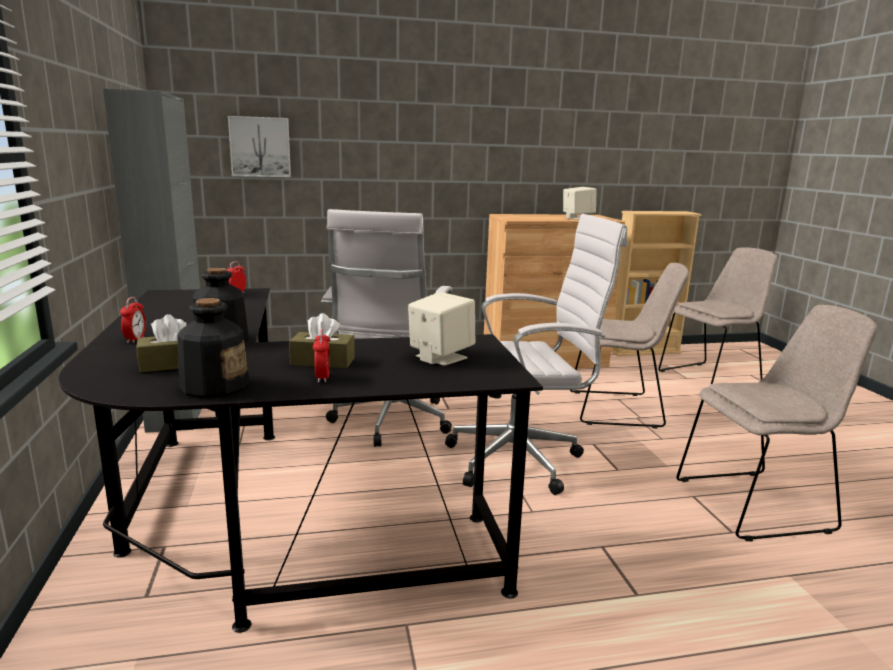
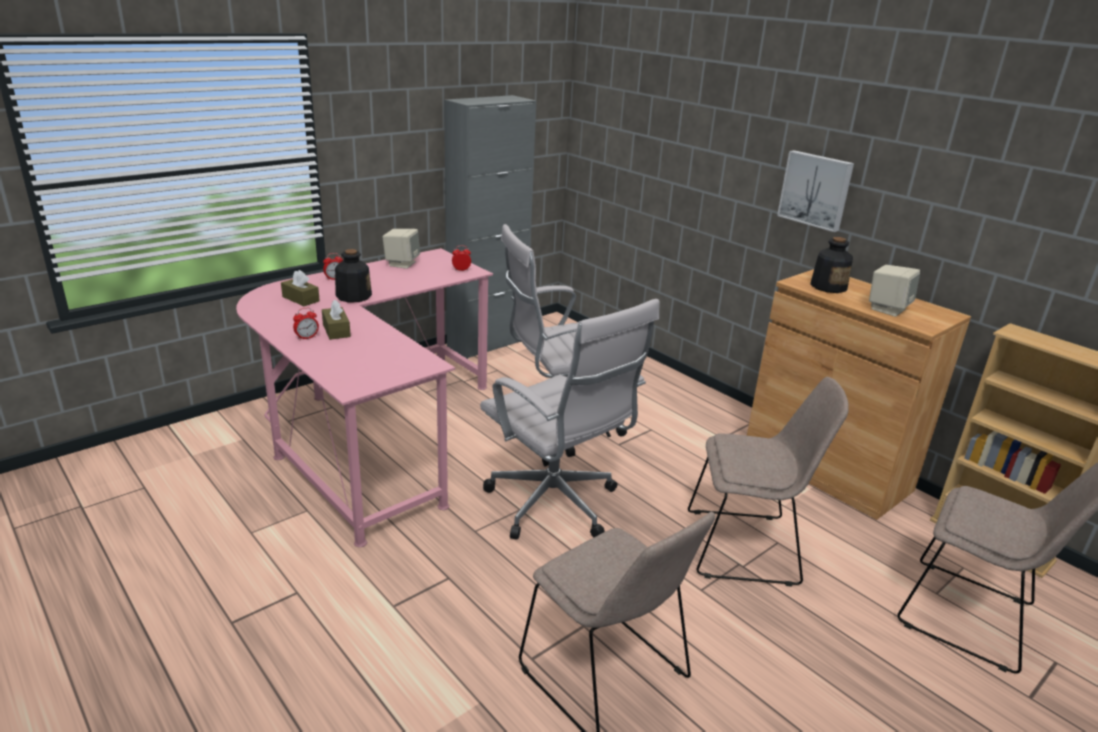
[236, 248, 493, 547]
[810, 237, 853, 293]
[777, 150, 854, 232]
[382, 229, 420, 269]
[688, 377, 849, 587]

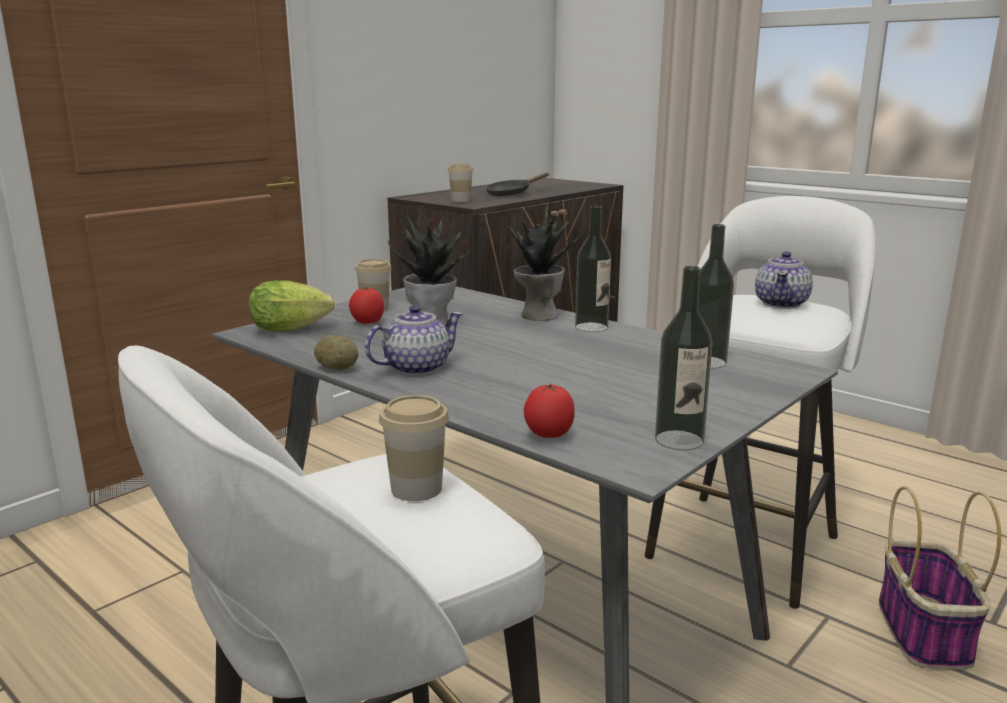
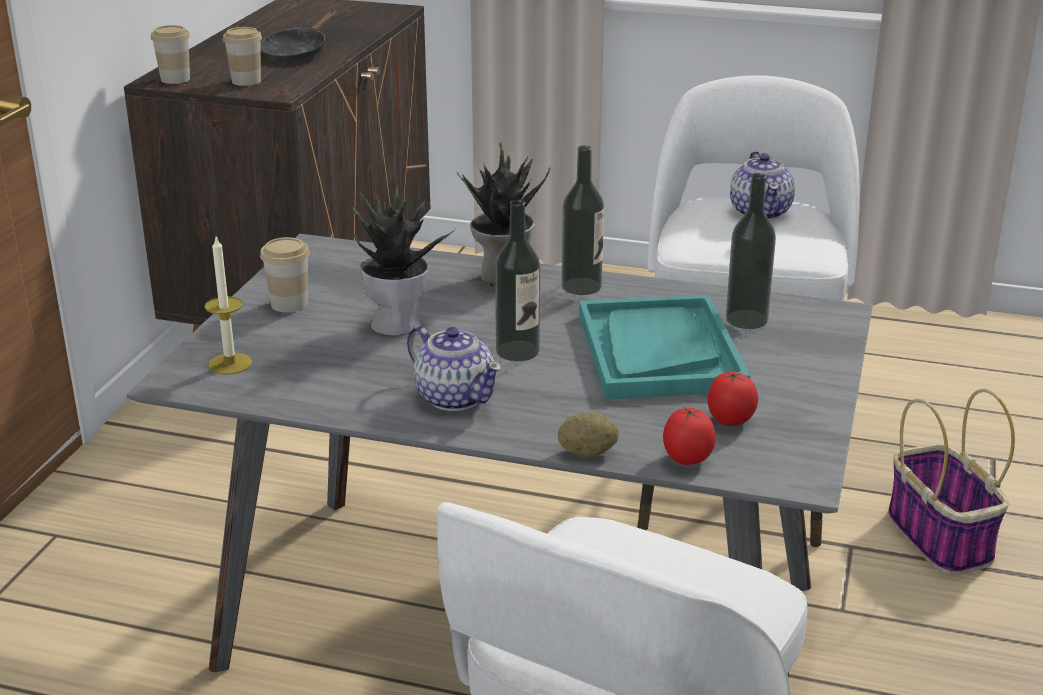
[205, 237, 252, 375]
[558, 412, 619, 457]
[708, 371, 758, 426]
[407, 325, 502, 411]
[151, 25, 190, 84]
[495, 200, 540, 361]
[579, 295, 750, 400]

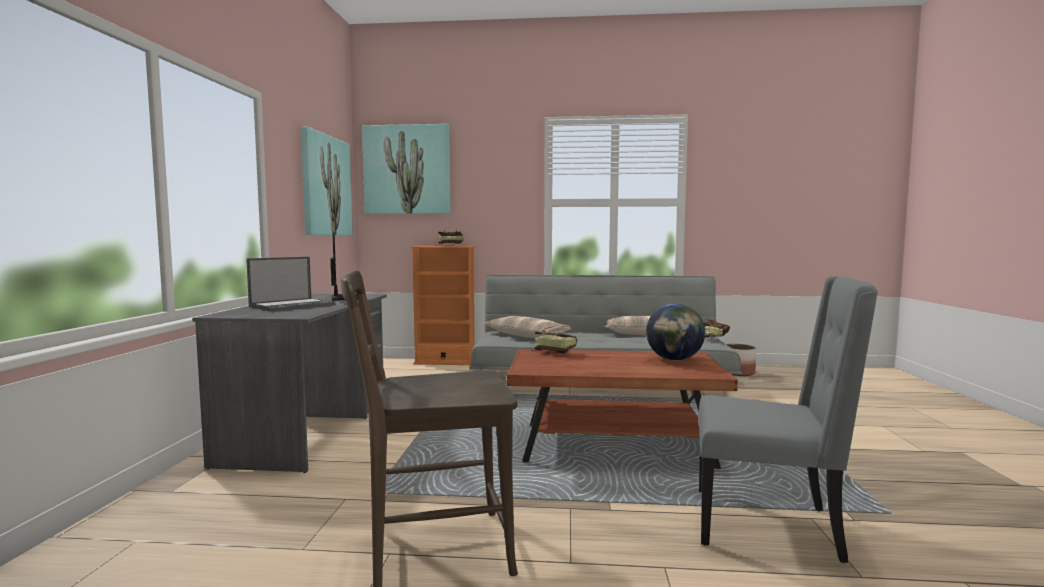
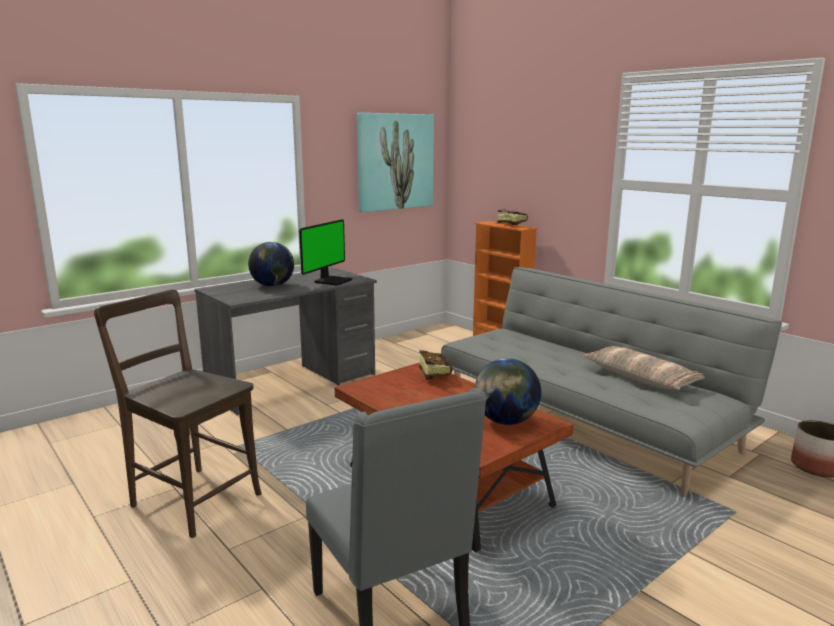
[248, 242, 294, 287]
[362, 124, 451, 214] (first image)
[483, 316, 571, 338] (first image)
[704, 319, 730, 338] (first image)

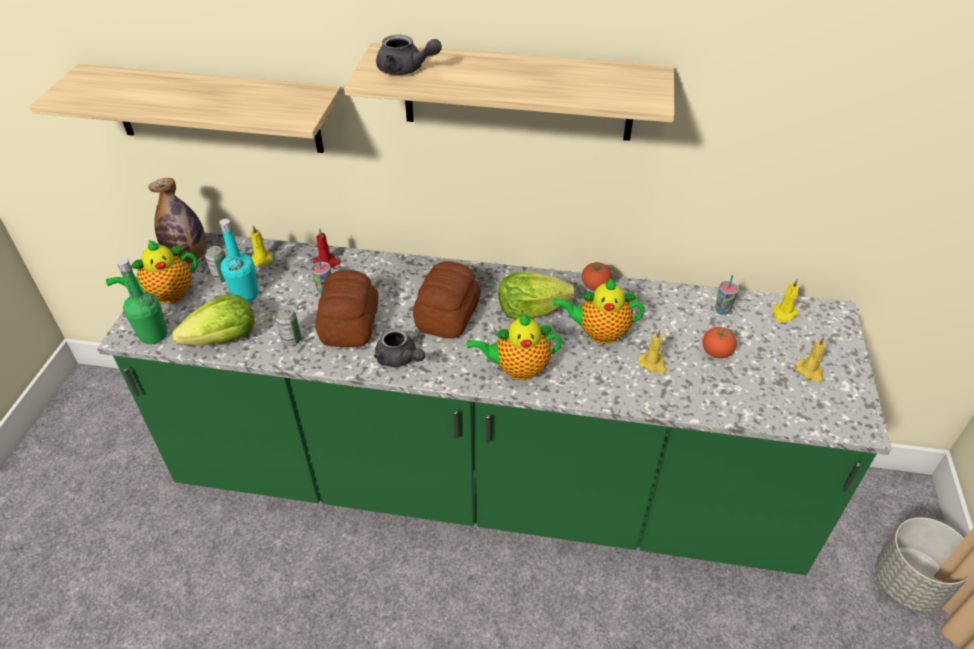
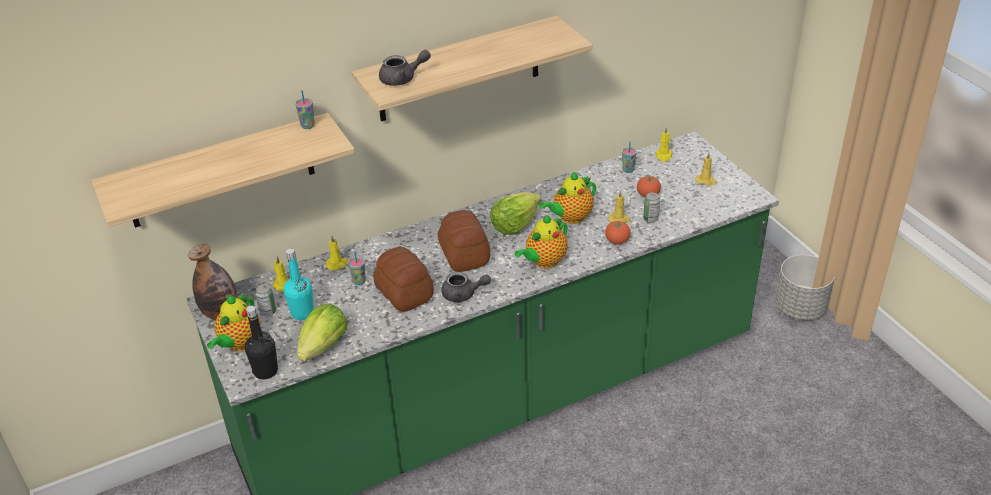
[245, 306, 278, 380]
[643, 192, 660, 223]
[326, 236, 348, 270]
[605, 221, 631, 245]
[295, 90, 315, 129]

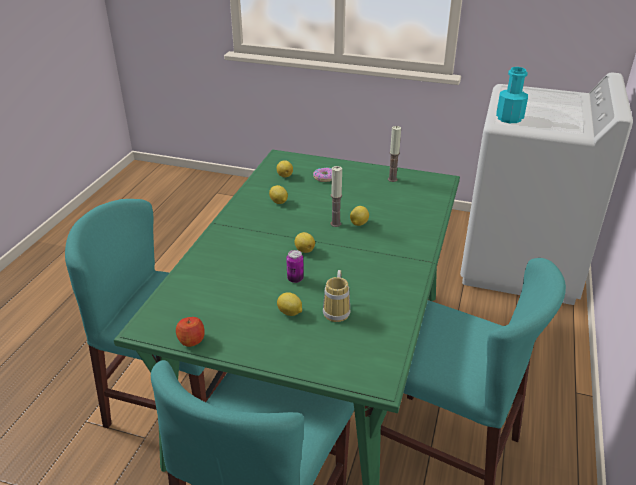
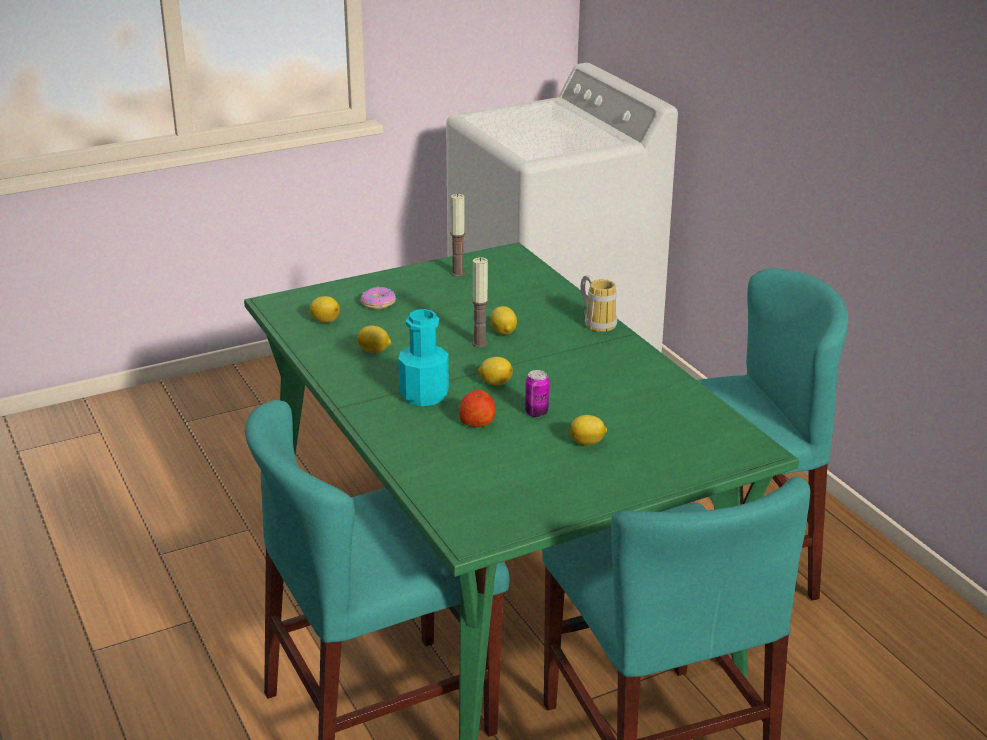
[459, 390, 496, 427]
[580, 275, 617, 332]
[398, 309, 449, 406]

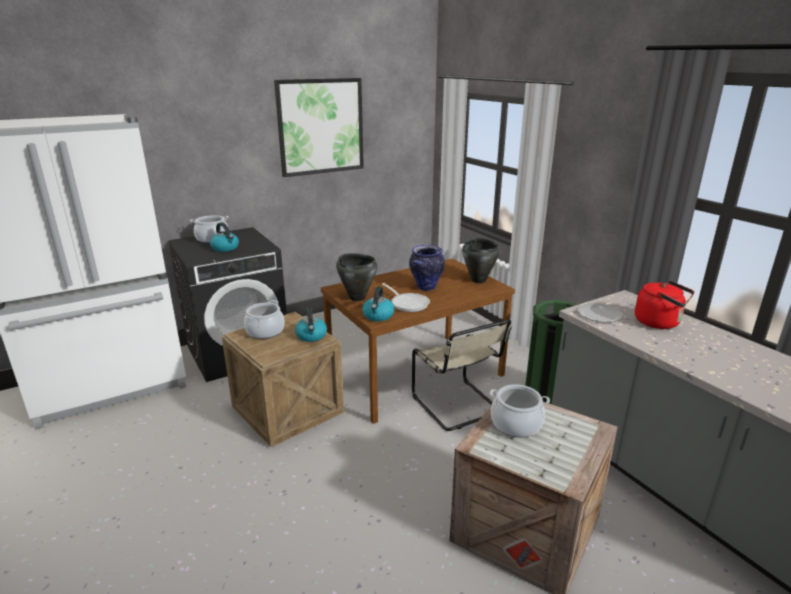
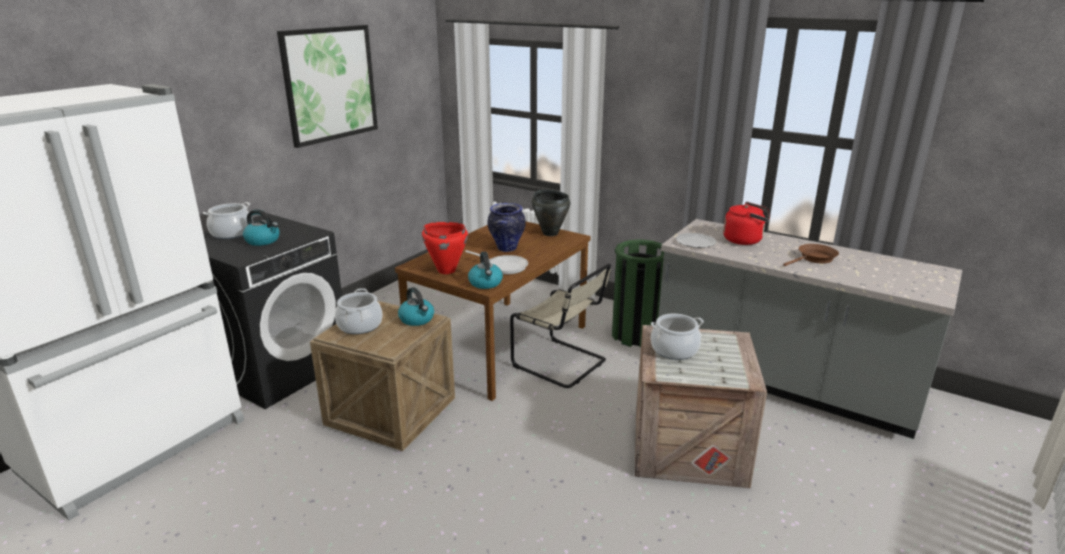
[422, 222, 468, 274]
[783, 244, 839, 266]

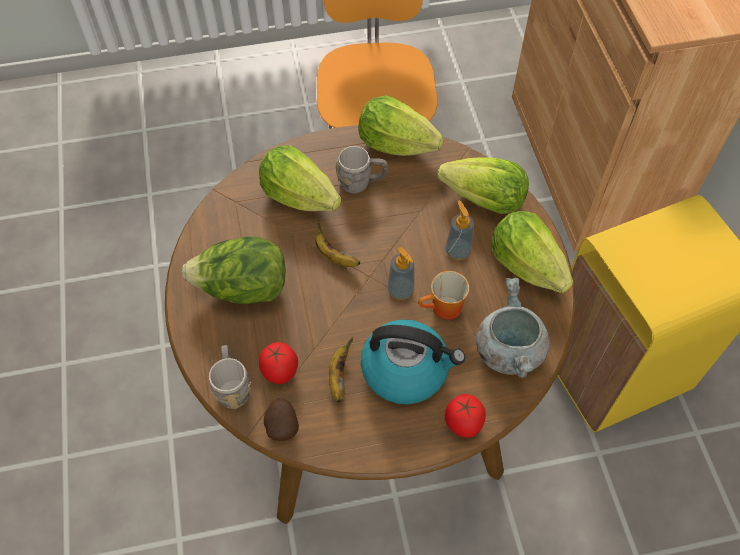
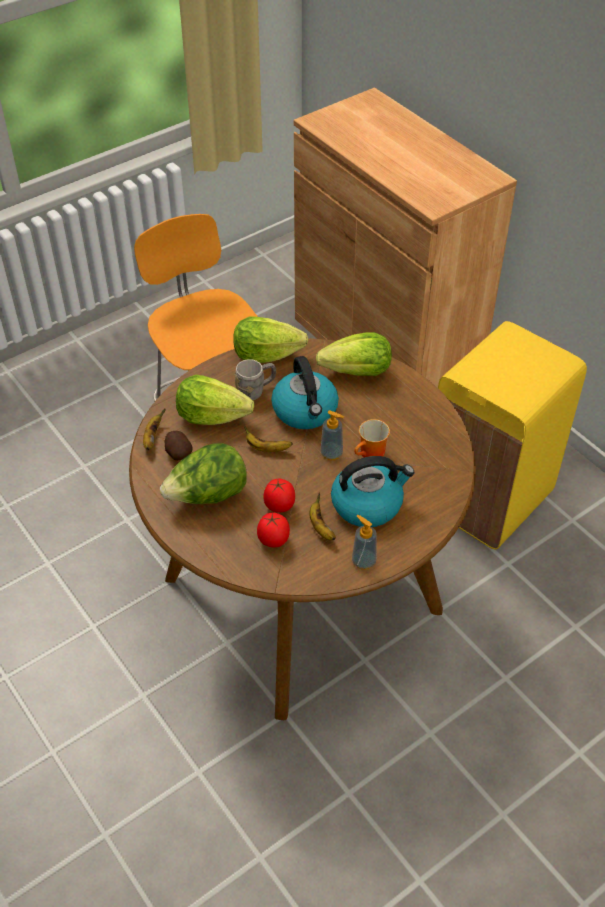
[209, 345, 251, 409] (first image)
[164, 431, 192, 460]
[263, 479, 295, 513]
[352, 515, 377, 570]
[476, 278, 550, 378] (first image)
[491, 211, 573, 293] (first image)
[143, 408, 166, 450]
[271, 356, 339, 429]

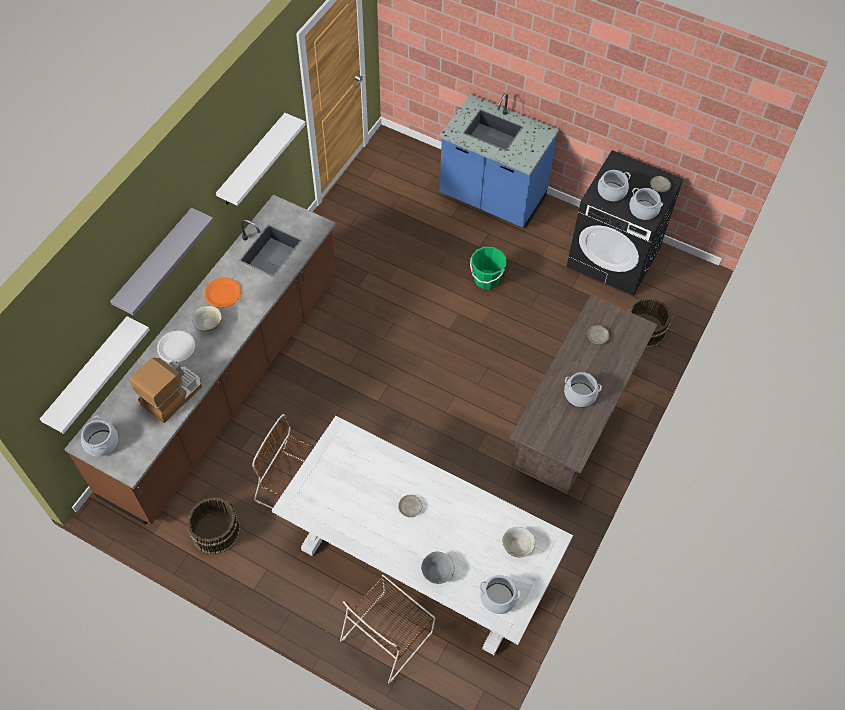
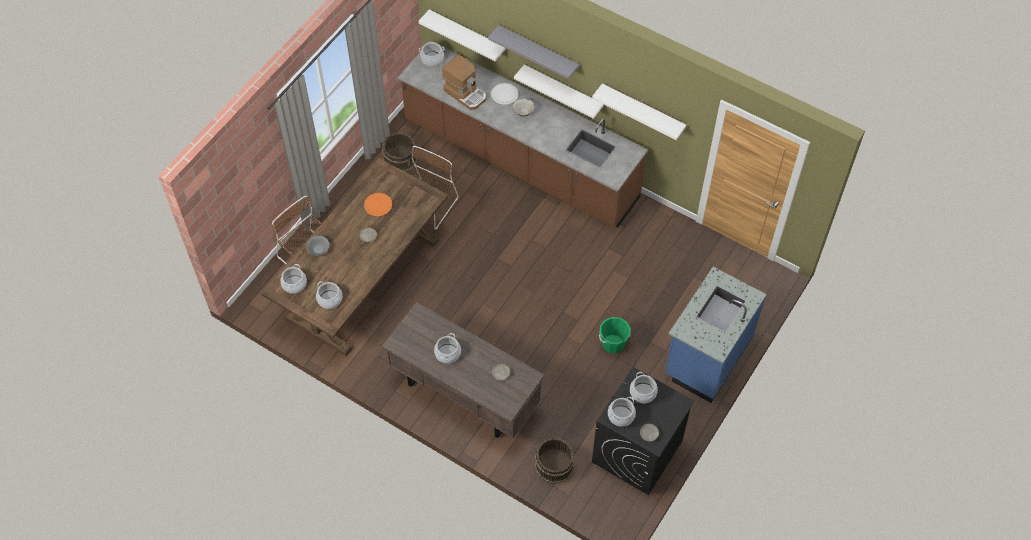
[364, 193, 392, 216]
[262, 158, 448, 356]
[316, 281, 342, 309]
[514, 65, 604, 119]

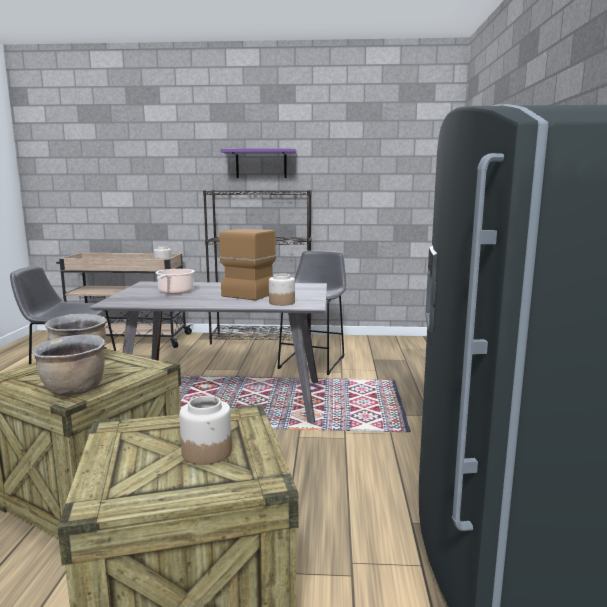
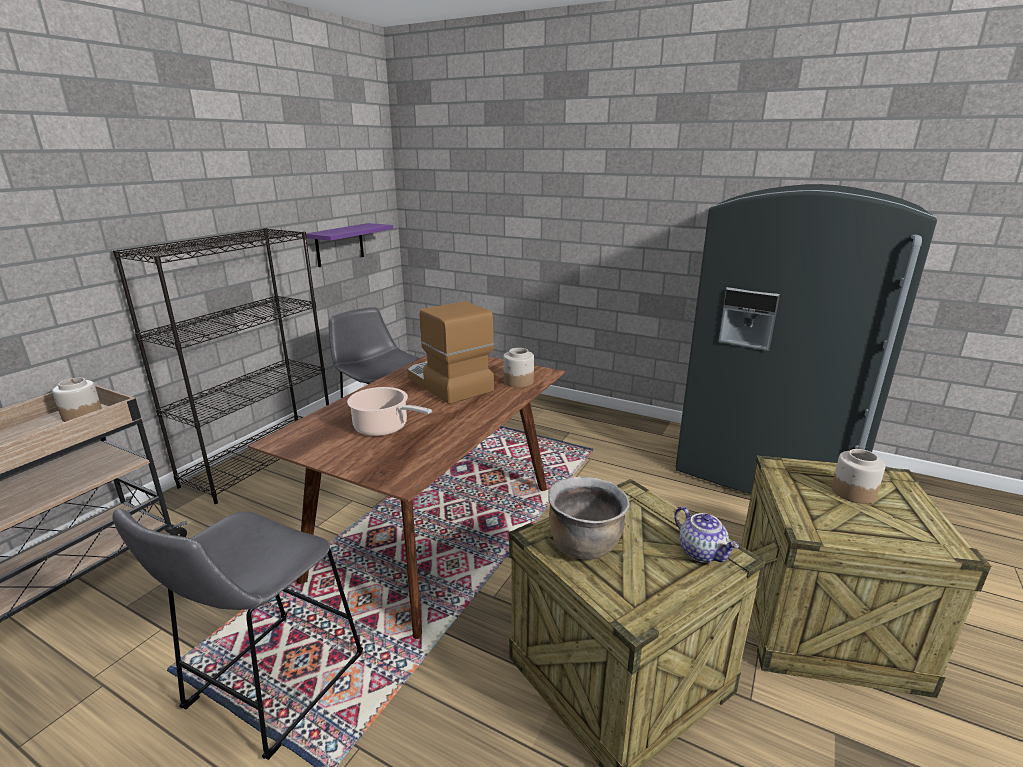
[674, 506, 739, 563]
[248, 355, 566, 639]
[306, 223, 393, 267]

